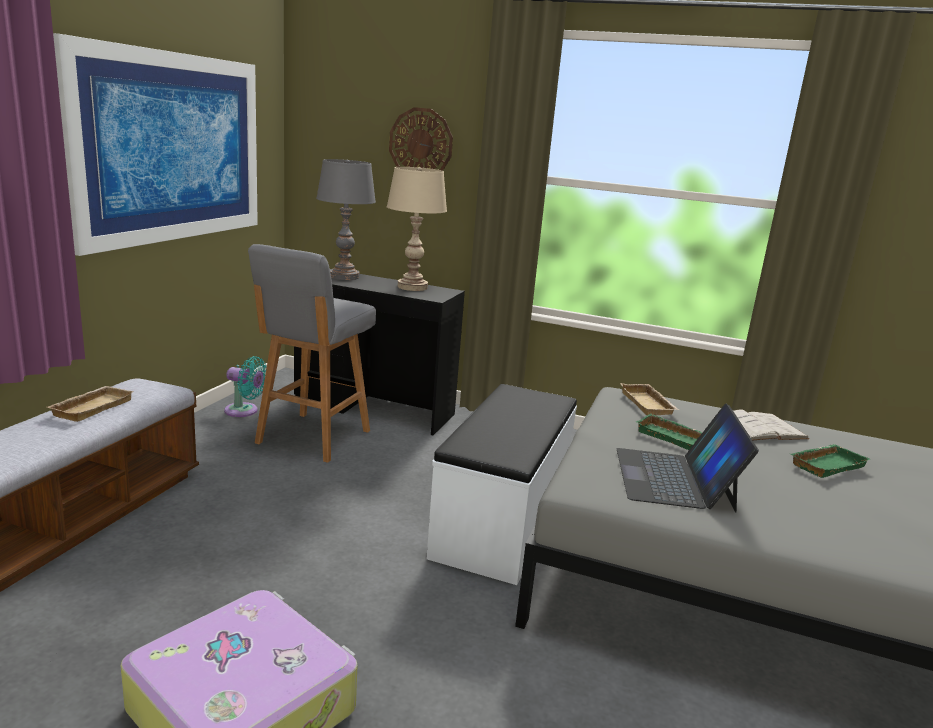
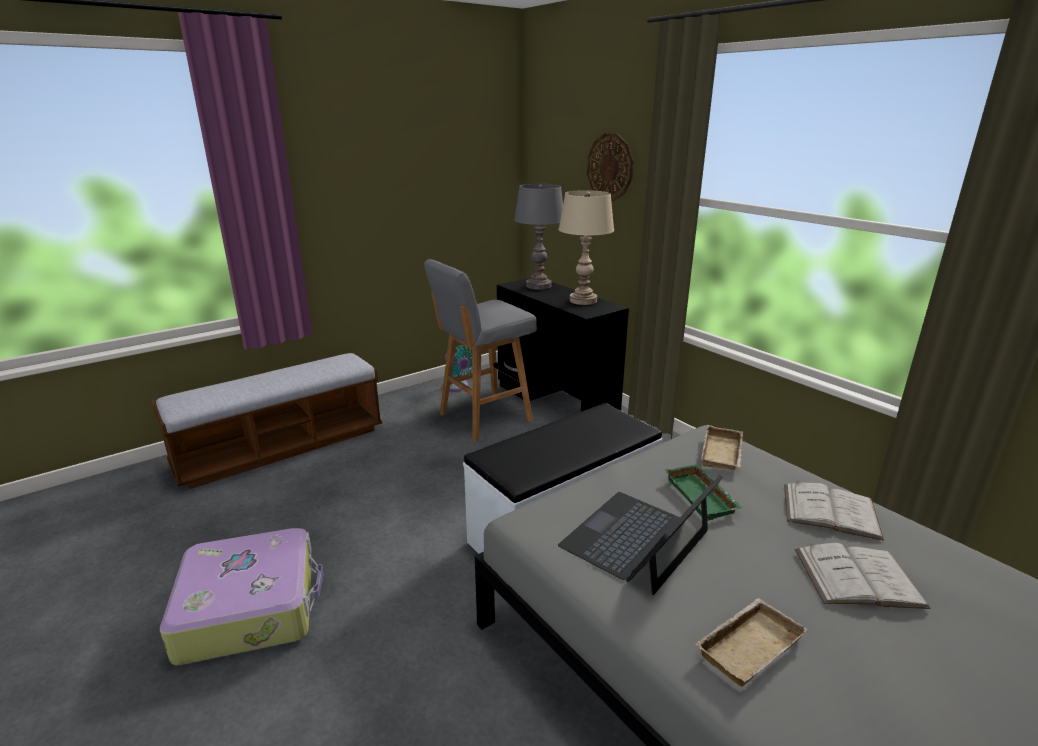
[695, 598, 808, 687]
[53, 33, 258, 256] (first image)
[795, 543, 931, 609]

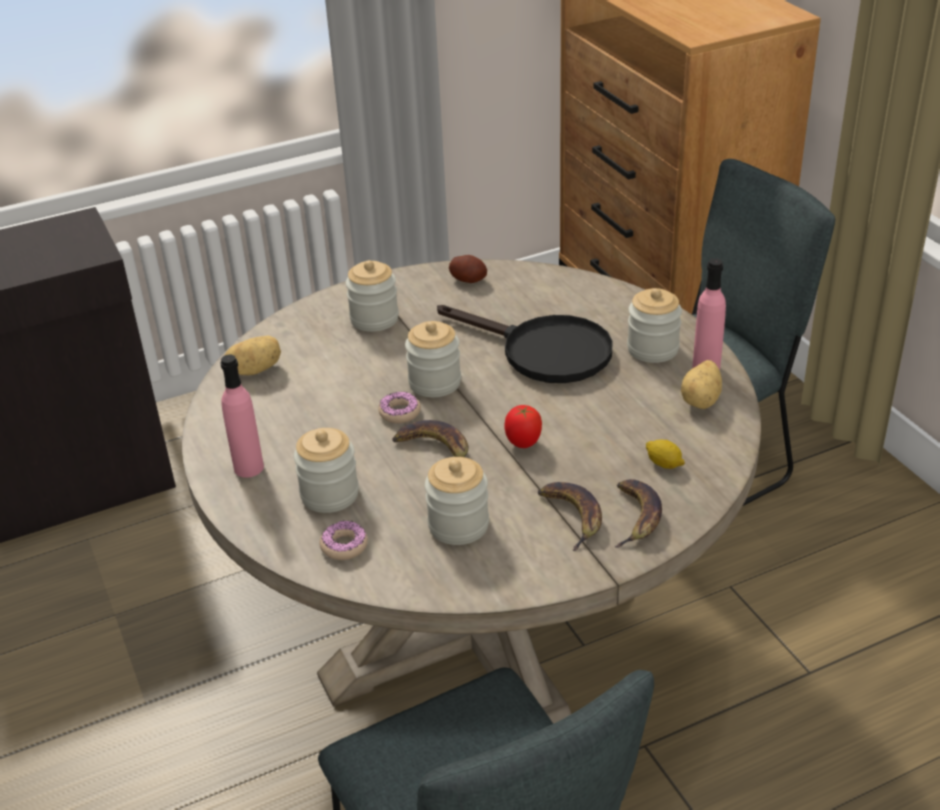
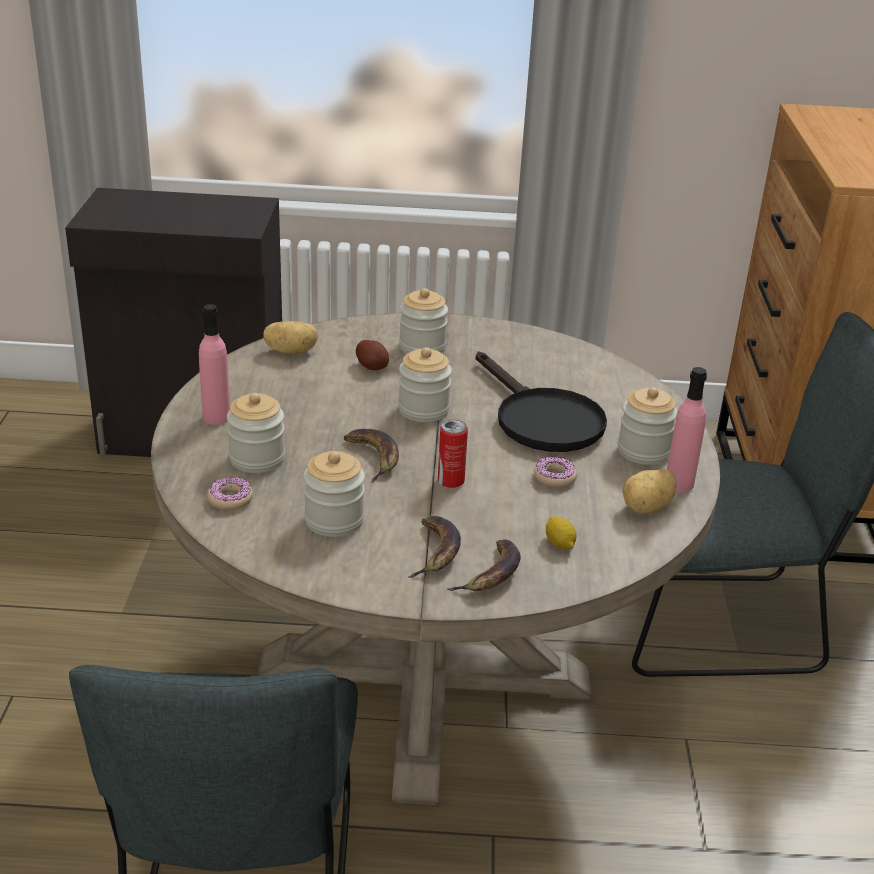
[534, 457, 577, 488]
[356, 340, 389, 370]
[438, 419, 468, 488]

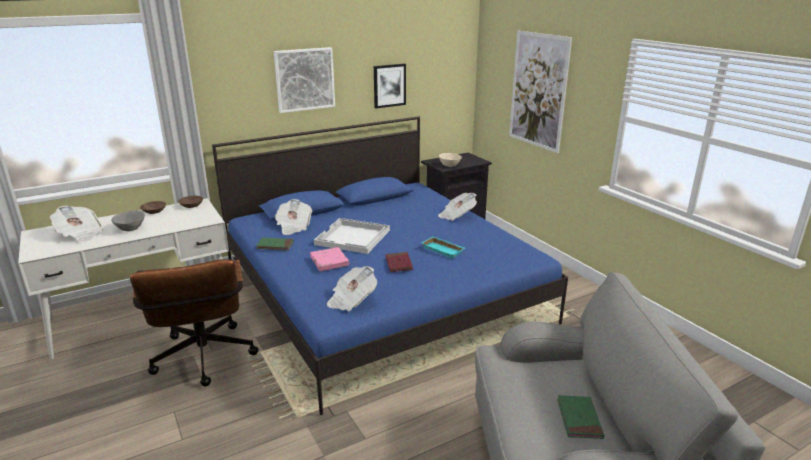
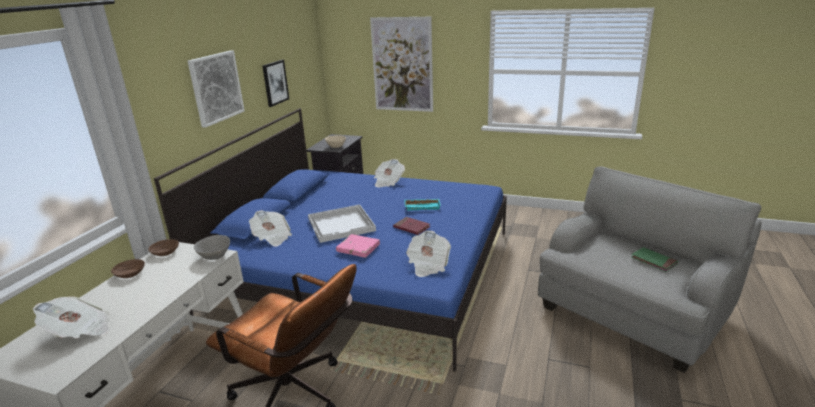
[194, 235, 230, 260]
[256, 237, 294, 251] (first image)

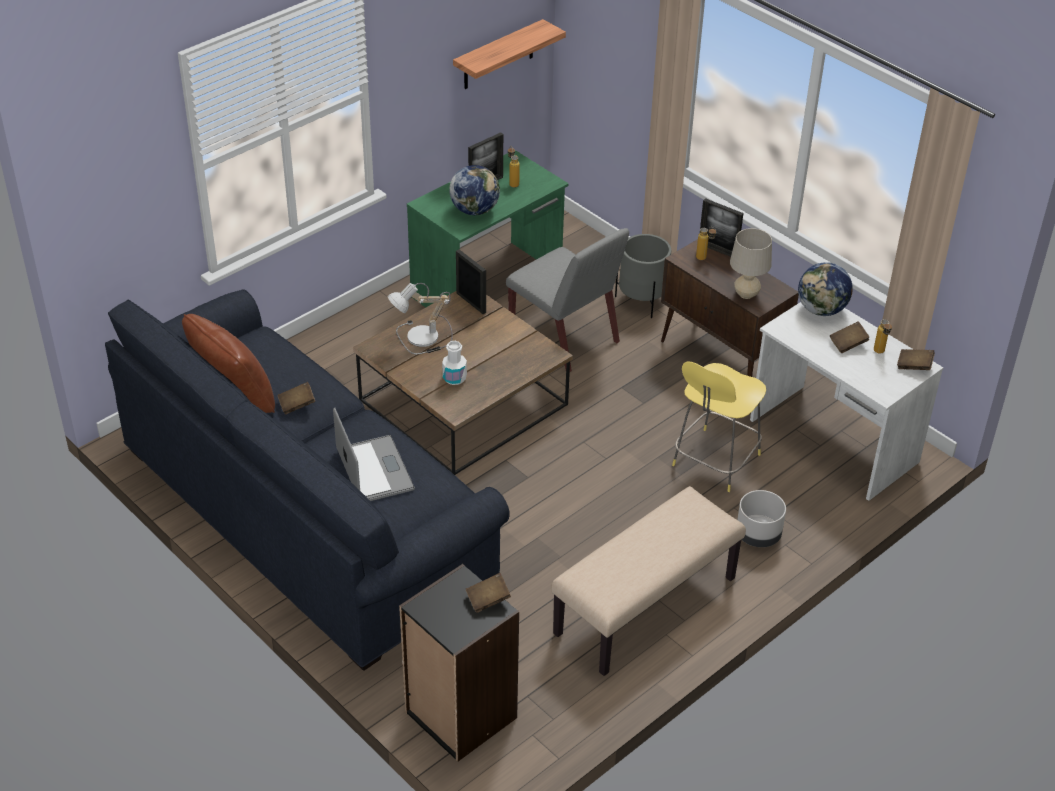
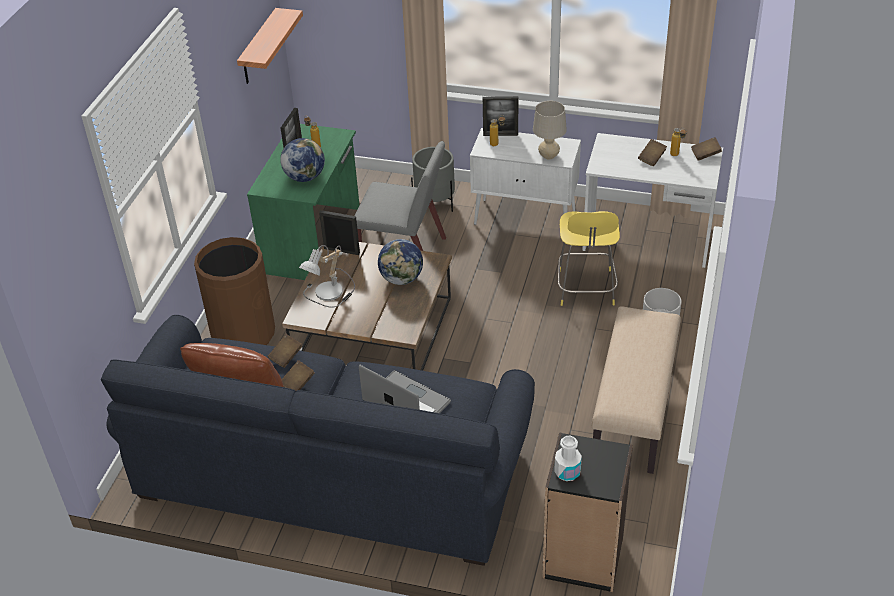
[554, 436, 582, 481]
[267, 334, 302, 368]
[470, 128, 581, 225]
[378, 239, 423, 285]
[194, 237, 275, 345]

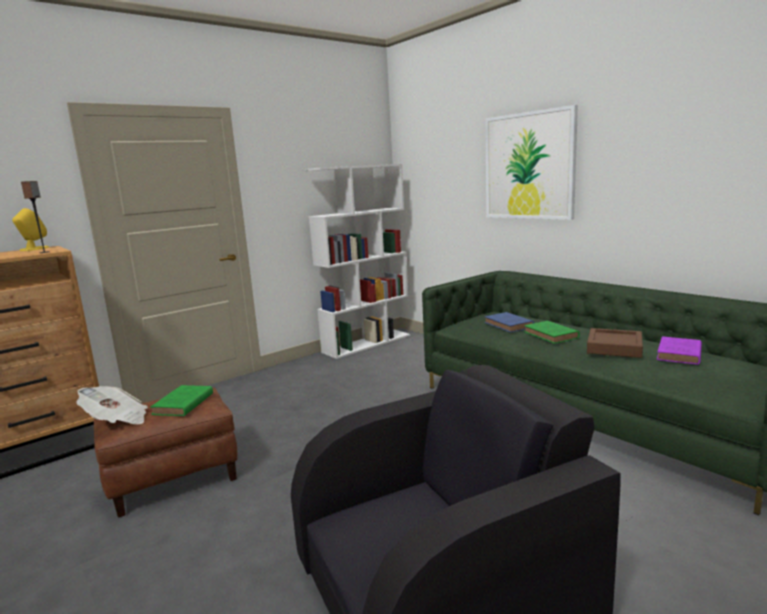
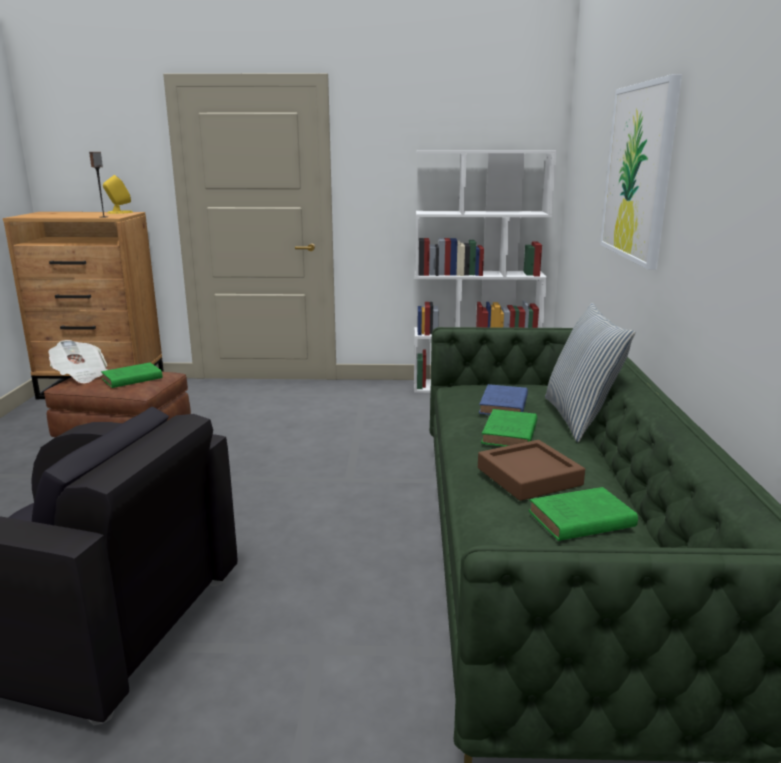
[529, 487, 638, 541]
[545, 303, 635, 442]

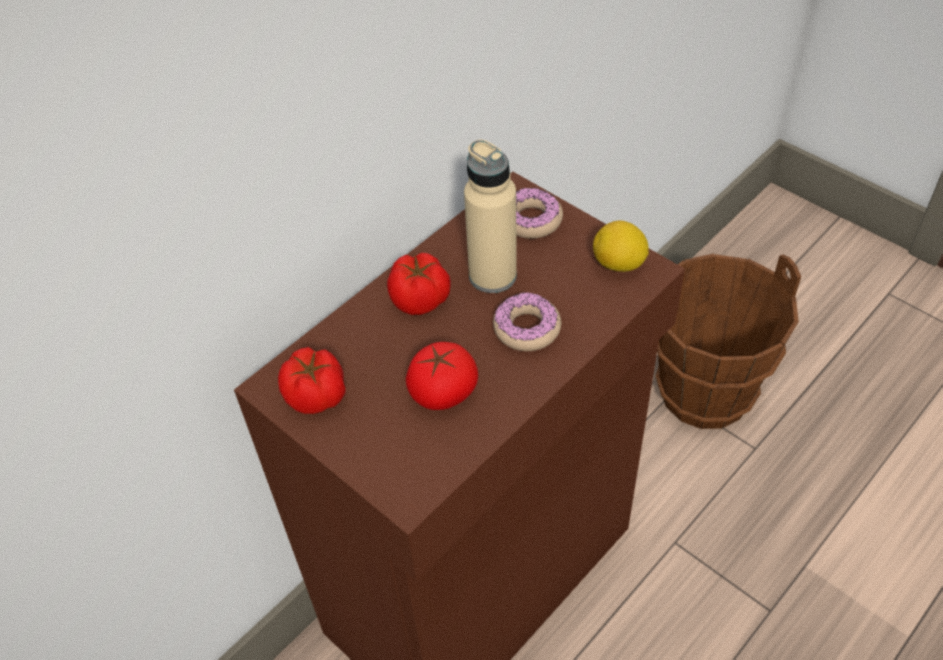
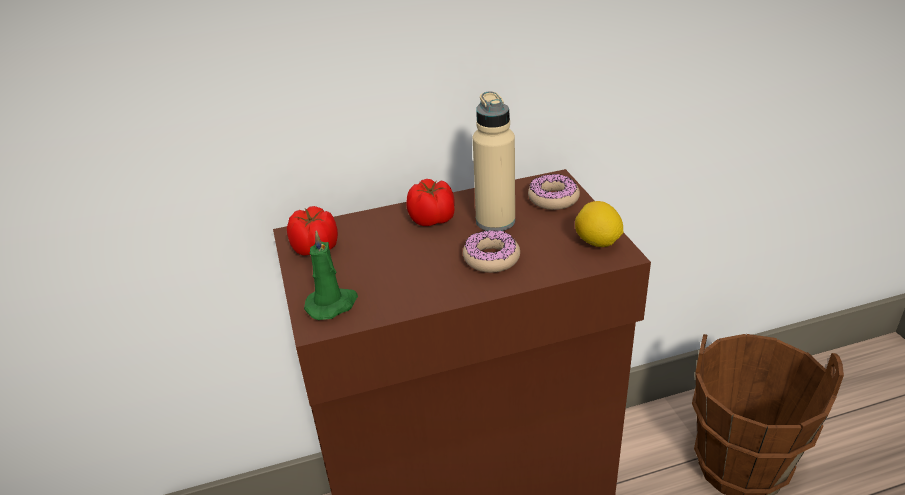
[405, 342, 478, 410] (first image)
[304, 230, 358, 320]

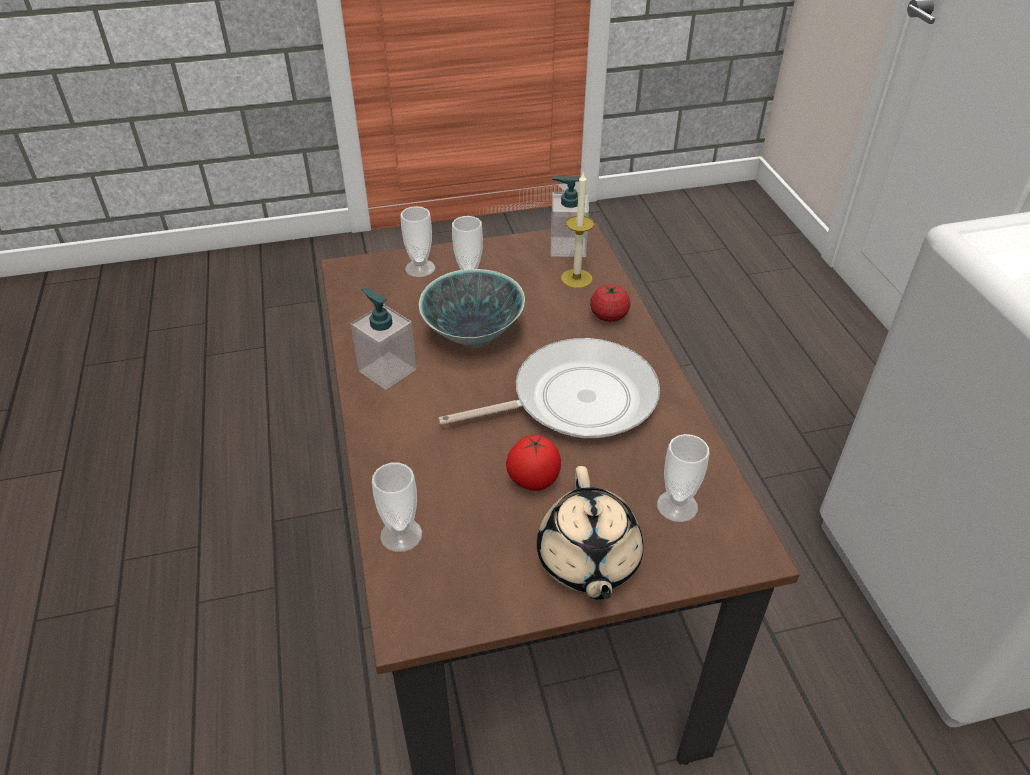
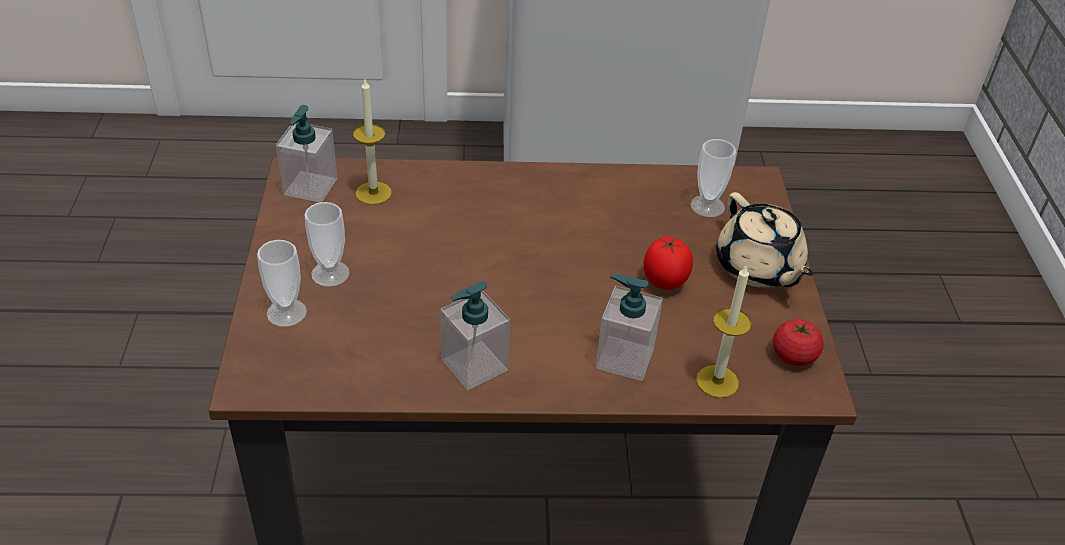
[696, 264, 751, 398]
[419, 269, 525, 347] (first image)
[438, 338, 660, 438] (first image)
[716, 192, 813, 288]
[773, 319, 823, 366]
[596, 274, 663, 381]

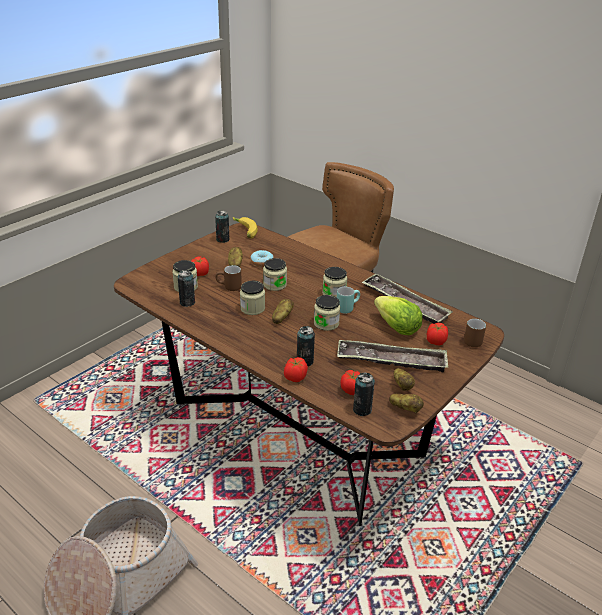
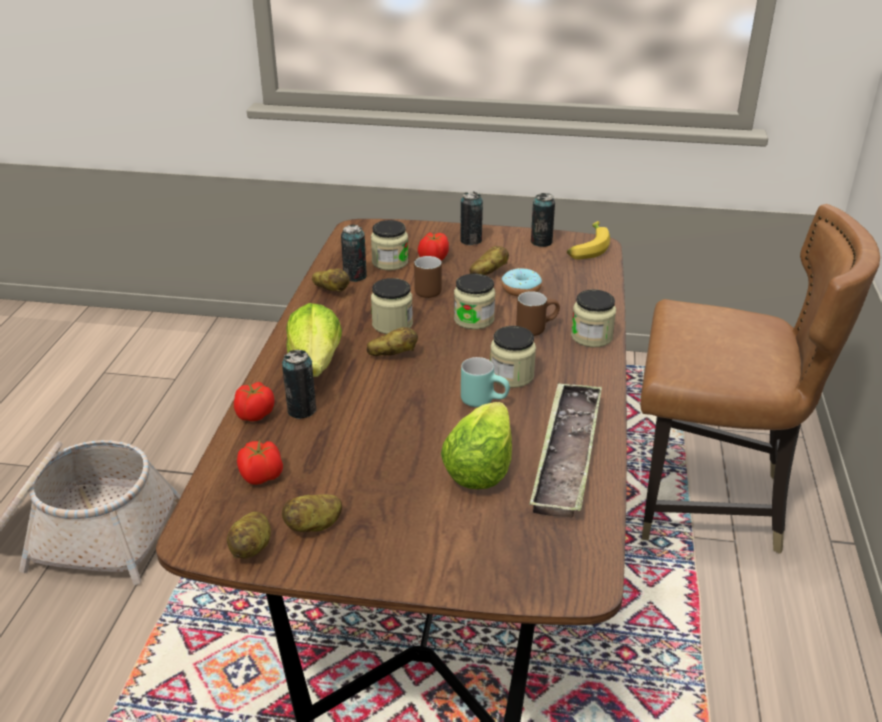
[571, 289, 616, 347]
[337, 339, 448, 372] (first image)
[460, 192, 483, 245]
[426, 323, 448, 345] (first image)
[516, 291, 560, 336]
[286, 303, 342, 377]
[312, 269, 349, 292]

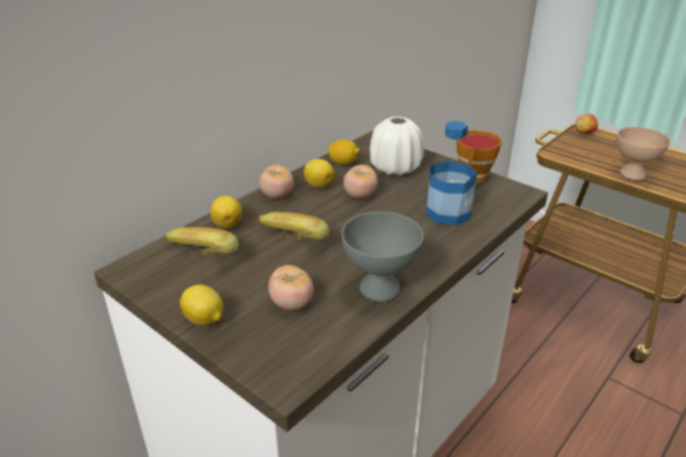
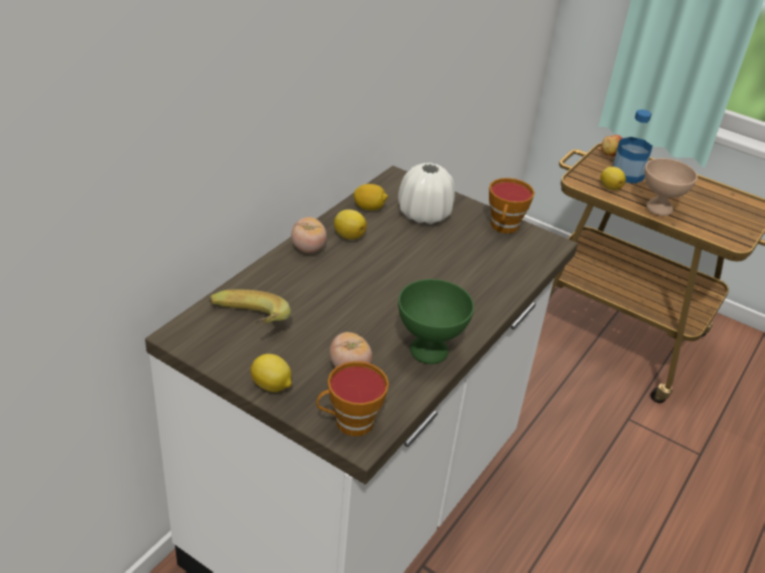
[601, 167, 626, 190]
[258, 212, 329, 241] (first image)
[398, 279, 474, 364]
[343, 165, 378, 198] (first image)
[612, 109, 653, 184]
[316, 361, 389, 436]

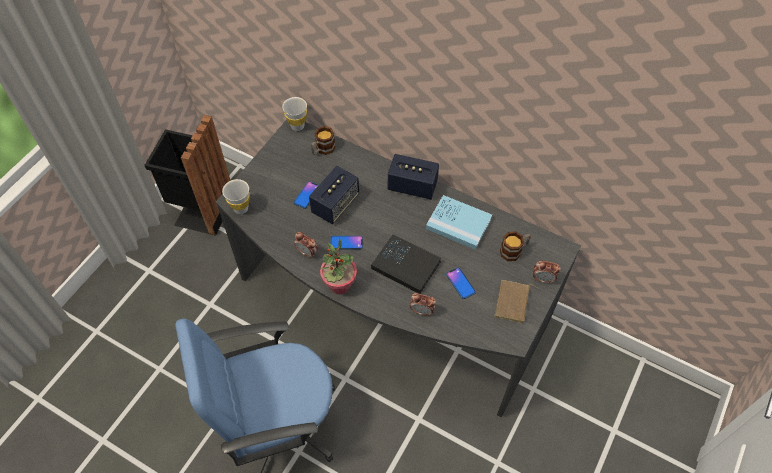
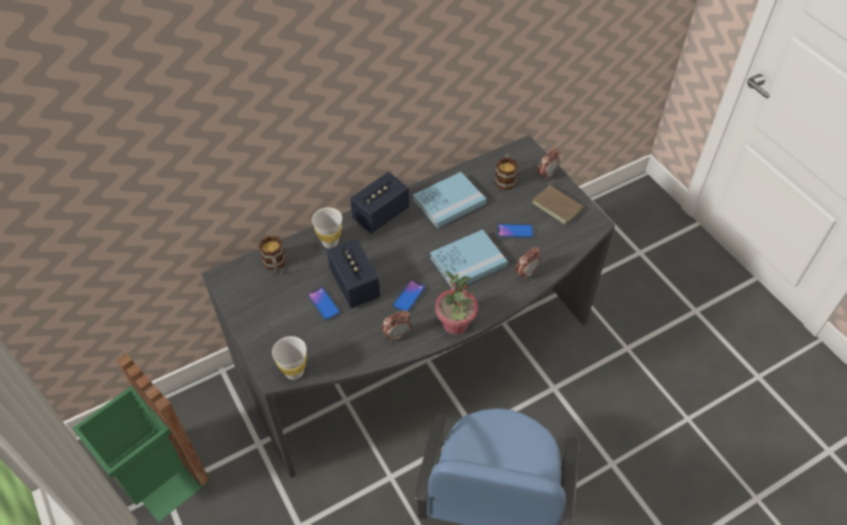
[72, 353, 211, 522]
[312, 207, 342, 248]
[430, 229, 508, 289]

